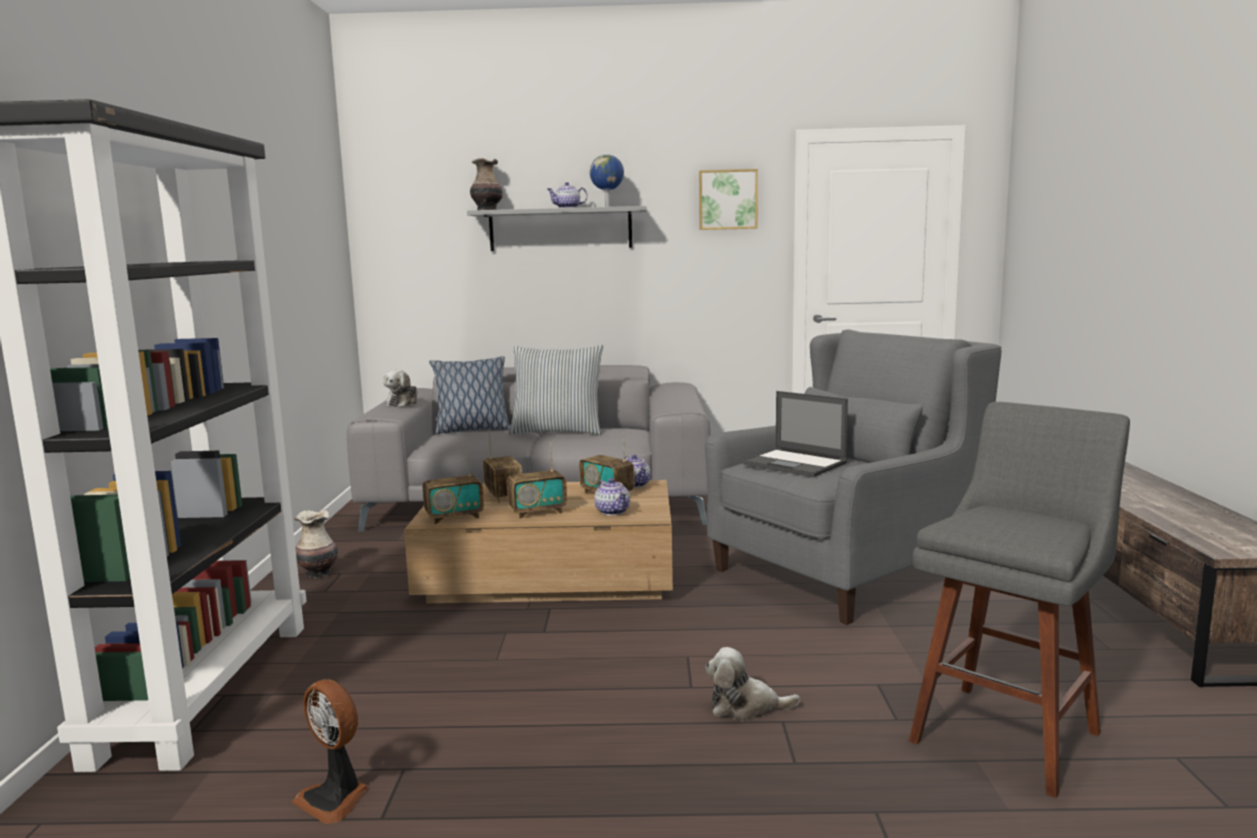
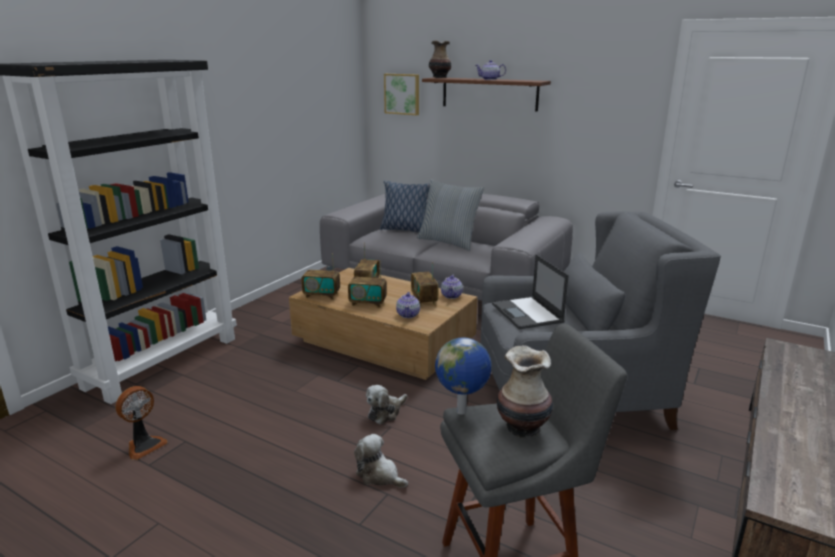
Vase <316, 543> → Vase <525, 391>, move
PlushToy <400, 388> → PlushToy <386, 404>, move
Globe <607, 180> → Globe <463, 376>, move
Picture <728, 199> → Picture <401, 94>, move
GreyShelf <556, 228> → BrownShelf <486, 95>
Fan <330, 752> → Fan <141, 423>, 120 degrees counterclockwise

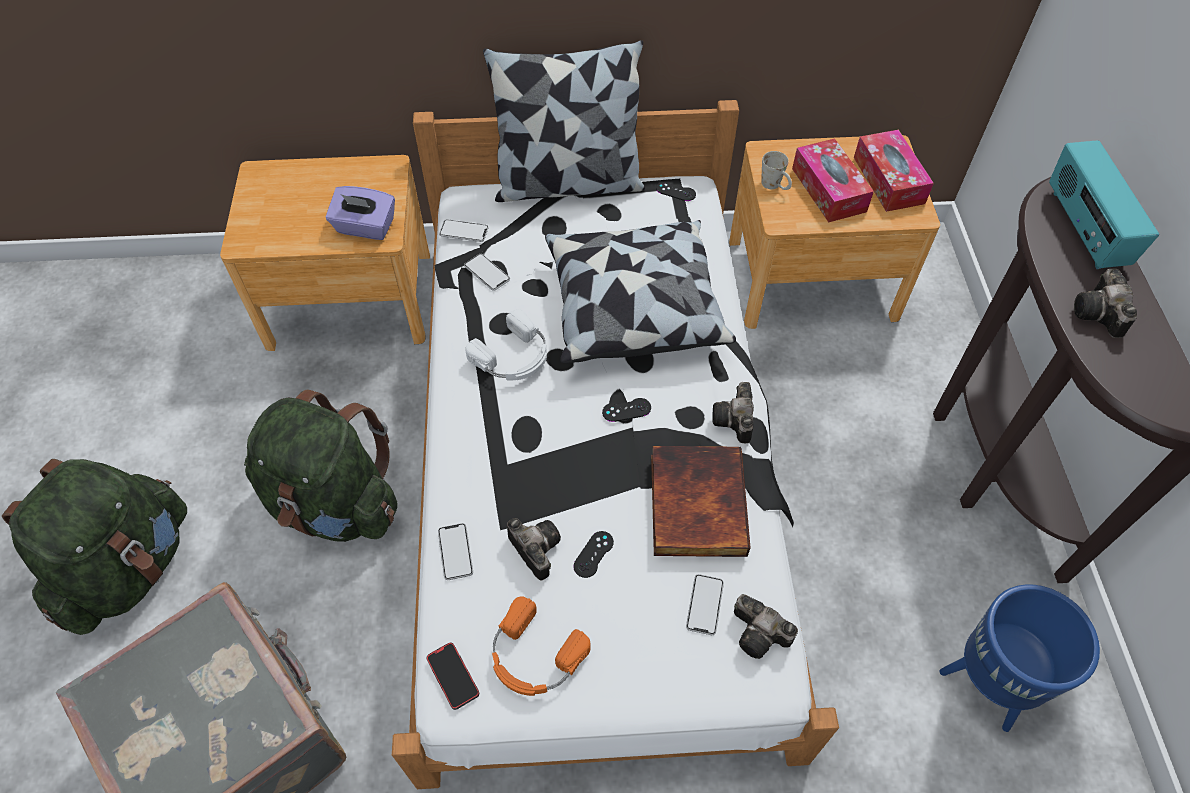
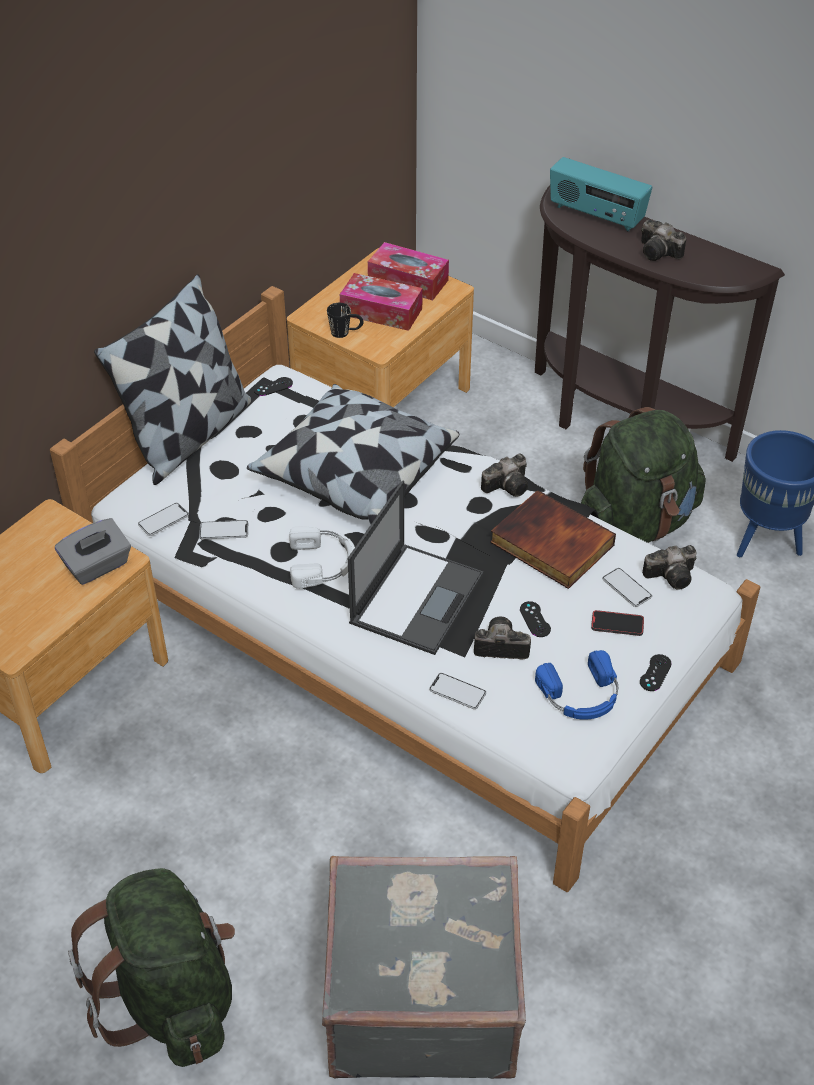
- → Laptop <415, 568>
GreenBackpack <321, 466> → GreenBackpack <643, 475>, move
Phone <453, 676> → Phone <617, 623>, move
BlackGameController <626, 410> → BlackGameController <655, 672>, move
PurpleTissueBox <360, 213> → GreyTissueBox <93, 551>
OrangeHeadphones <541, 646> → BlueHeadphones <576, 685>
WhiteMug <776, 170> → BlackMug <345, 320>
PhotoCamera <733, 412> → PhotoCamera <504, 475>, 75 degrees counterclockwise

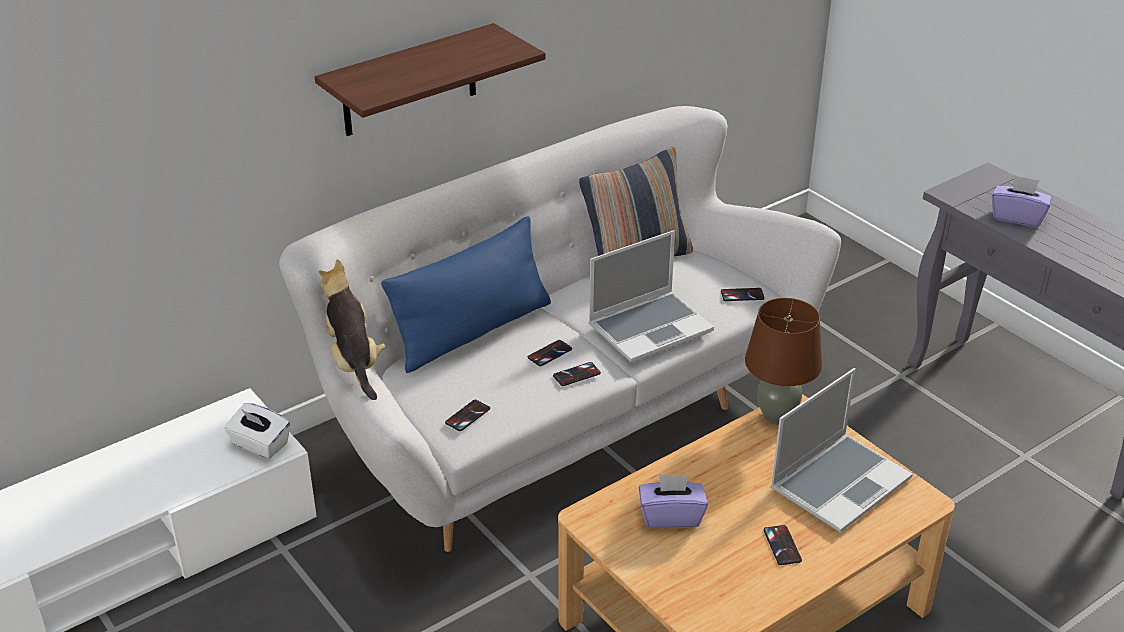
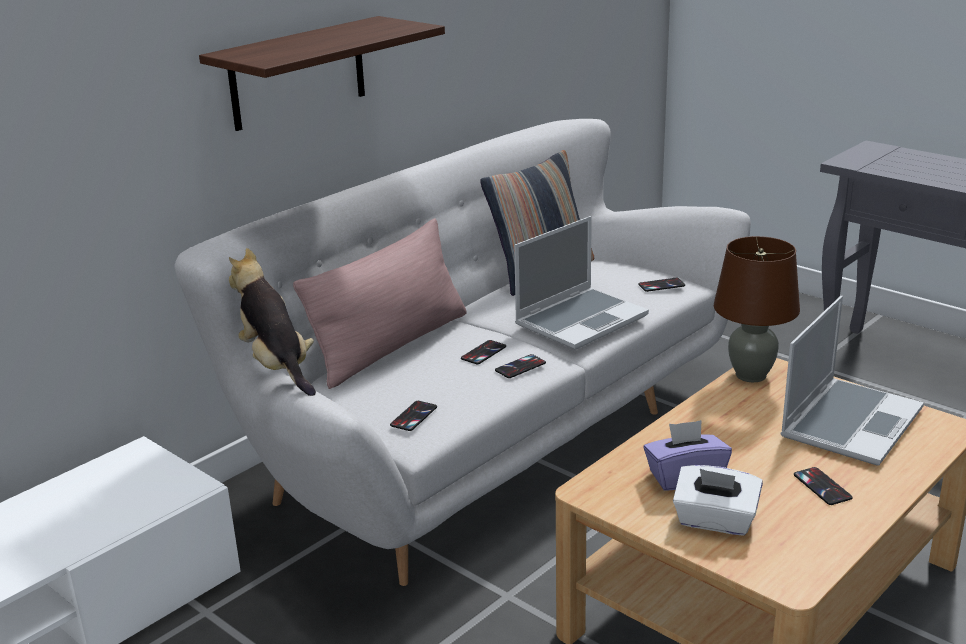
PurpleTissueBox <1022, 201> → -
WhiteTissueBox <257, 431> → WhiteTissueBox <718, 500>, move
BluePillow <466, 294> → PinkPillow <380, 303>

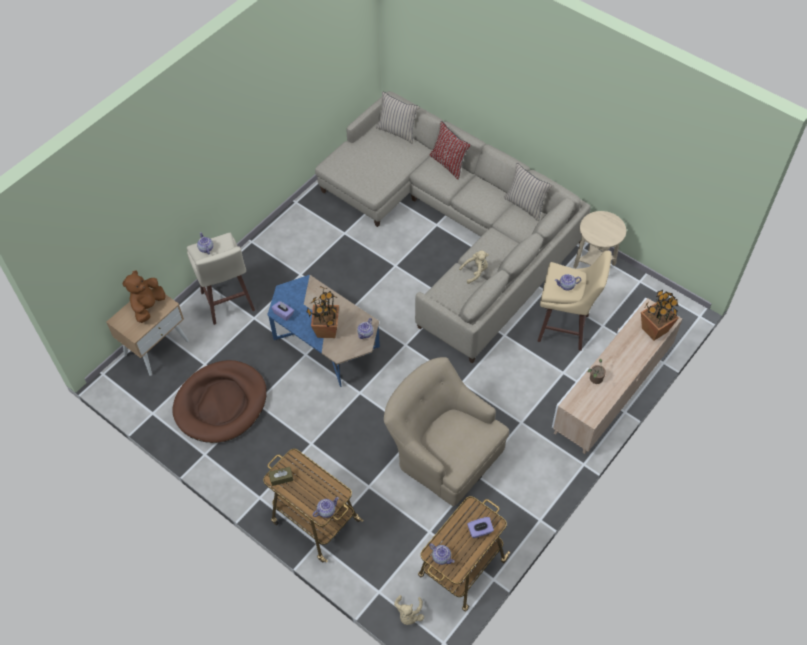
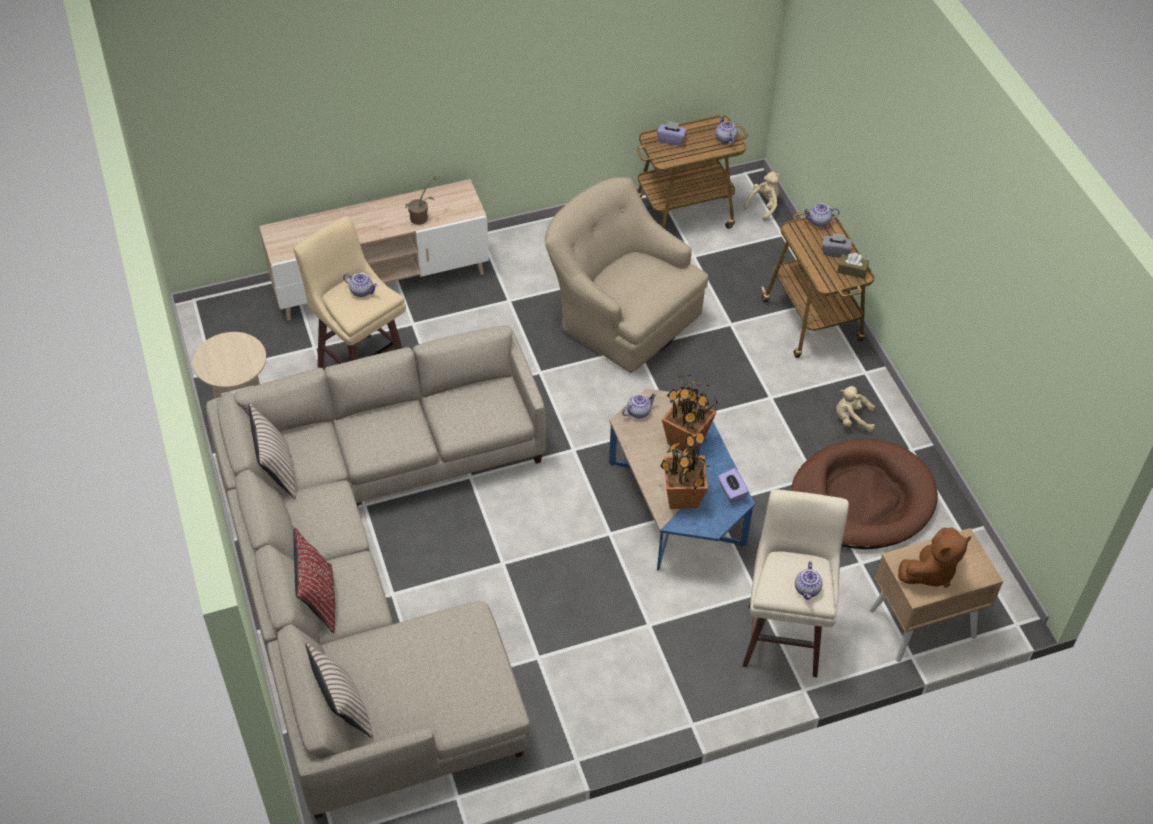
- → GreyTissueBox <837, 245>
BeigePlushToy <474, 267> → BeigePlushToy <855, 409>, move
PottedPlant <660, 315> → PottedPlant <685, 467>, move
BeigeArmchair <446, 431> → BeigeArmchair <626, 275>, 150 degrees clockwise

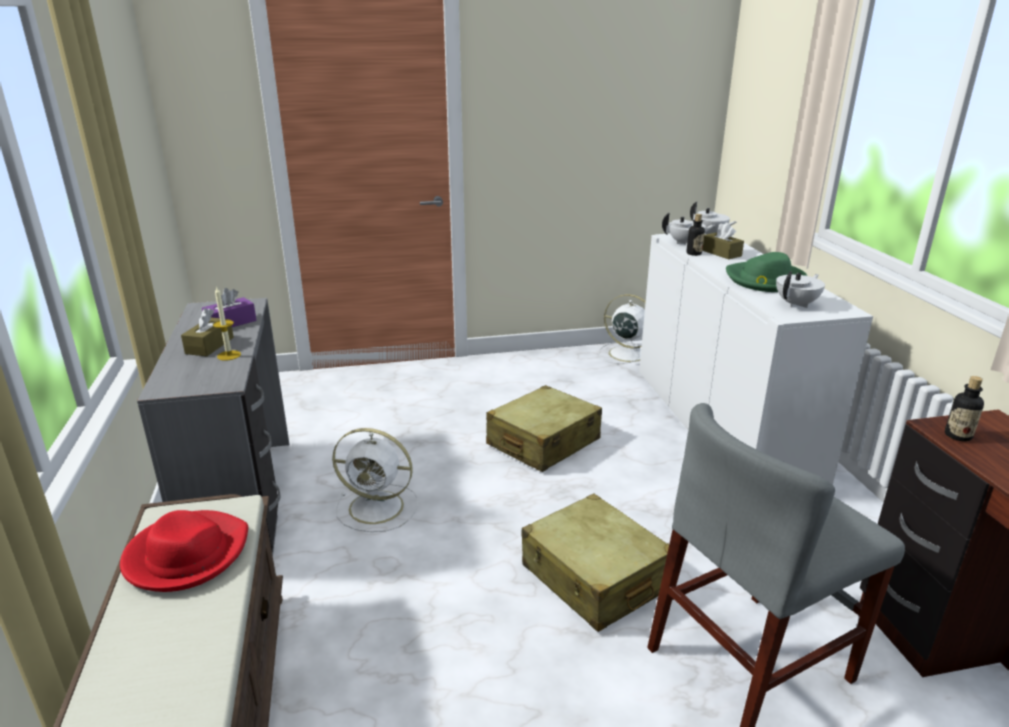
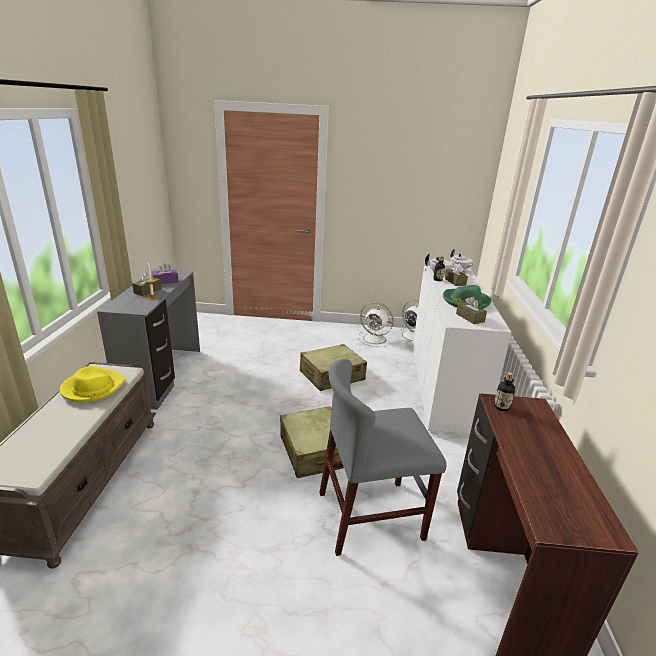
WhiteFan <375, 480> → WhiteFan <376, 324>, move
WhiteTeapot <800, 289> → BrownTissueBox <471, 310>
RedHat <184, 551> → YellowHat <92, 384>

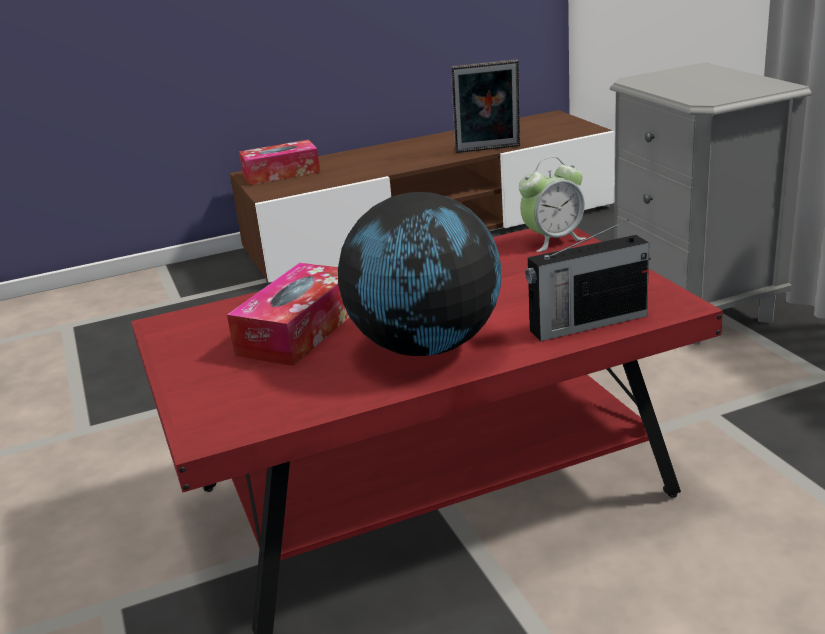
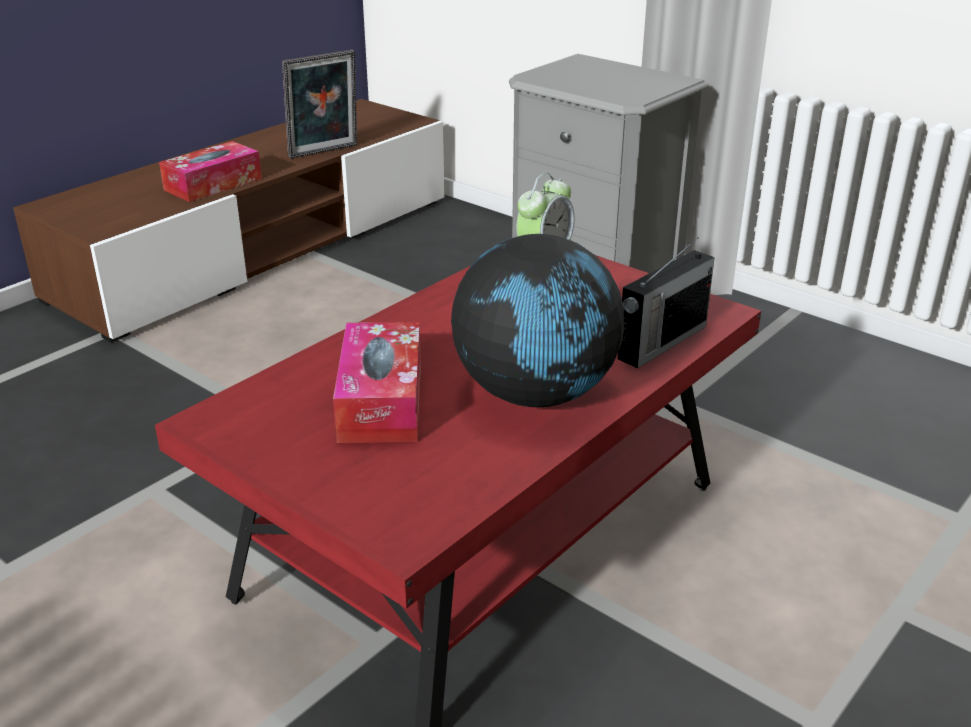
TissueBox <279, 162> → TissueBox <210, 171>, move

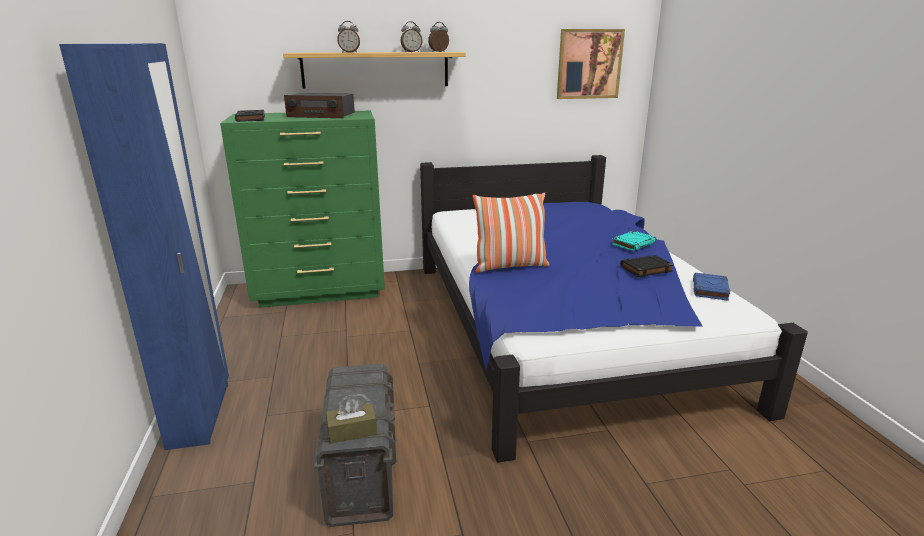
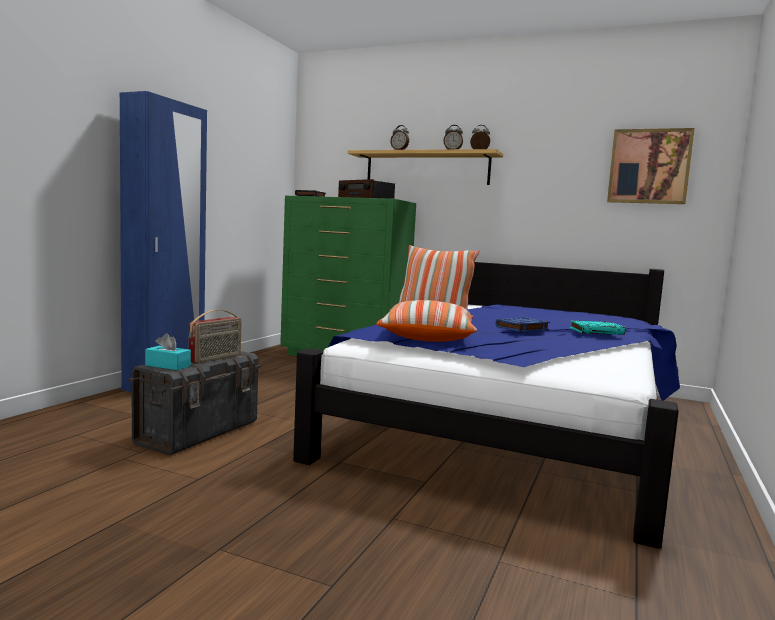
BlackBook <647, 266> → -
- → Radio <215, 337>
- → Pillow <426, 321>
BlueBook <711, 287> → BlueBook <522, 324>, move
BrownTissueBox <351, 421> → TurquoiseTissueBox <168, 351>

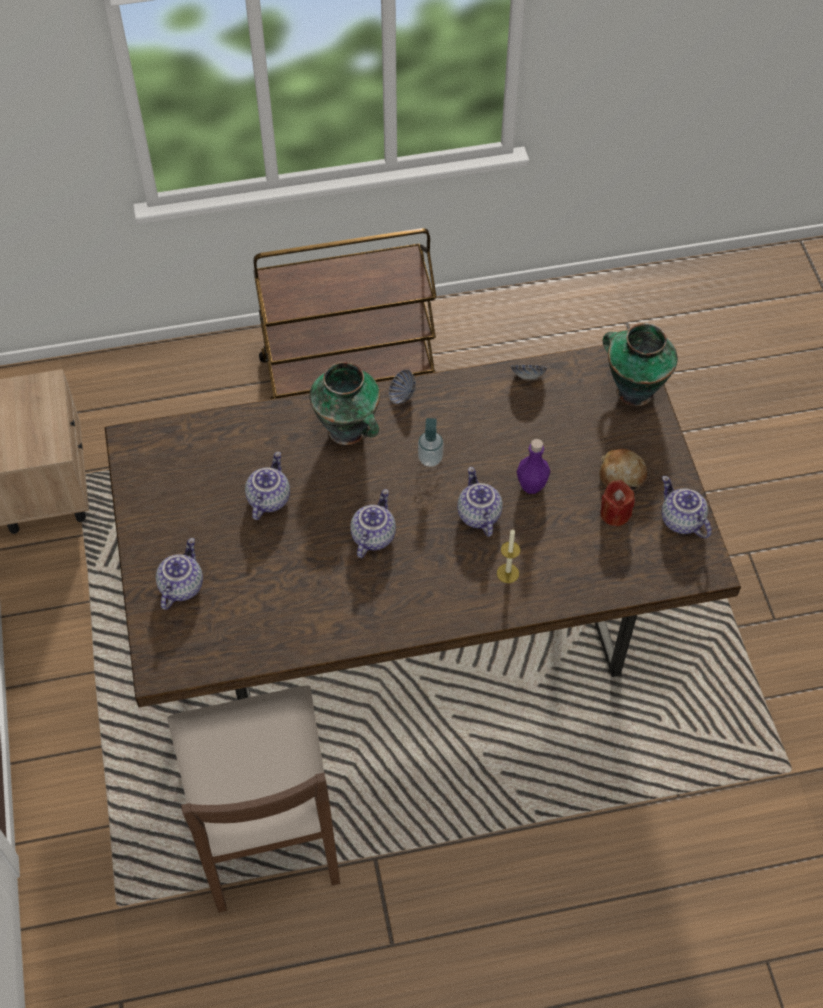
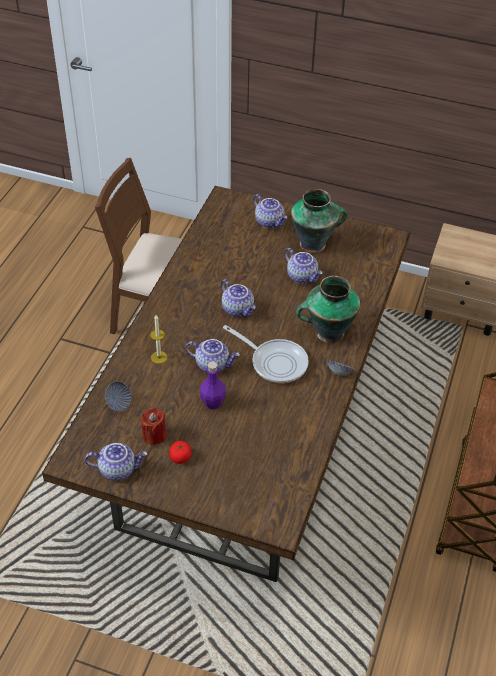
Bowl <529, 373> → Bowl <118, 396>, move
Vase <640, 364> → Vase <319, 221>, move
SoapDispenser <431, 442> → FryingPan <266, 354>
Bread <623, 470> → Tomato <180, 452>

